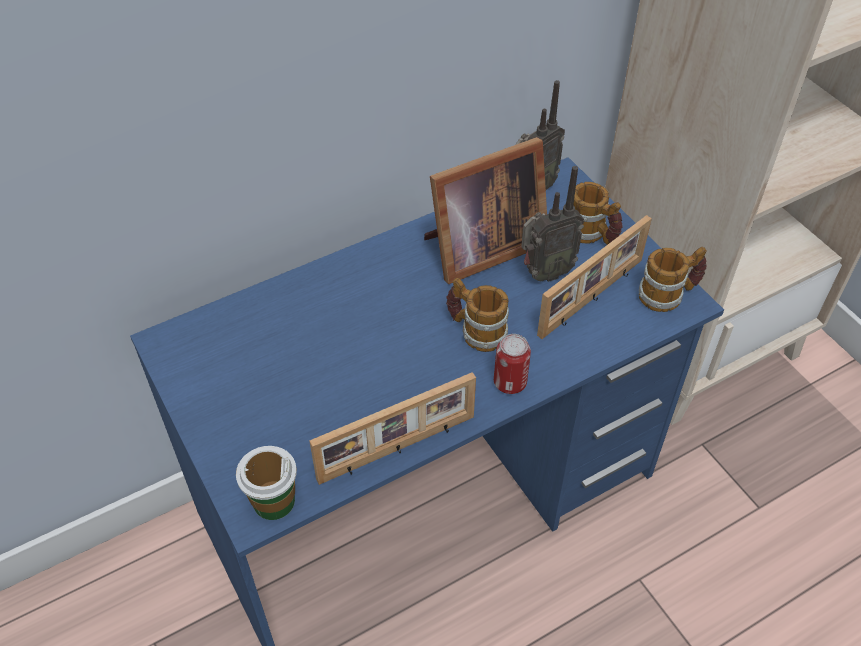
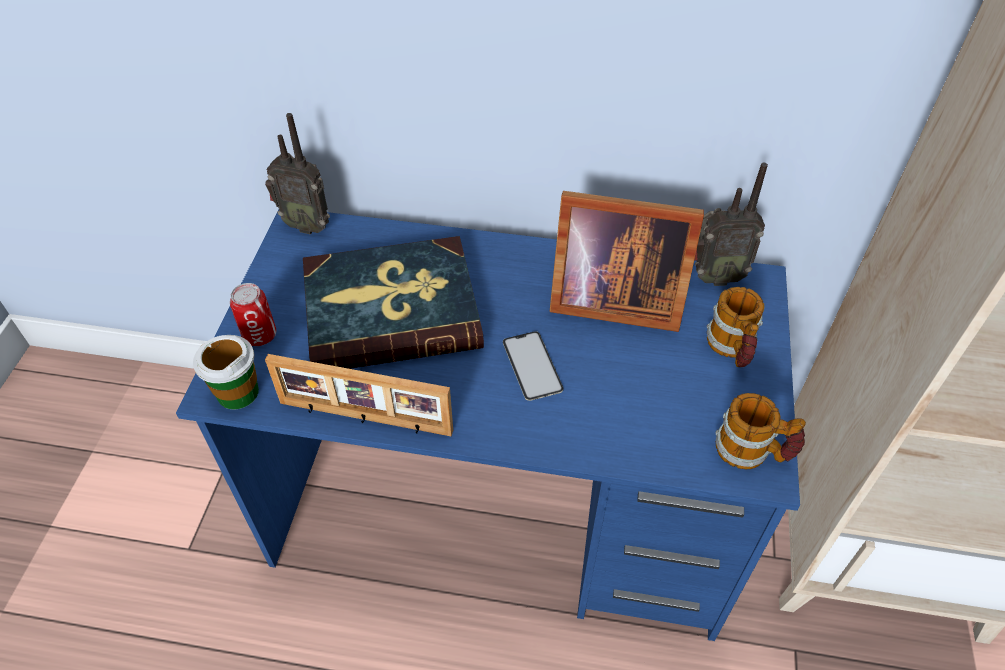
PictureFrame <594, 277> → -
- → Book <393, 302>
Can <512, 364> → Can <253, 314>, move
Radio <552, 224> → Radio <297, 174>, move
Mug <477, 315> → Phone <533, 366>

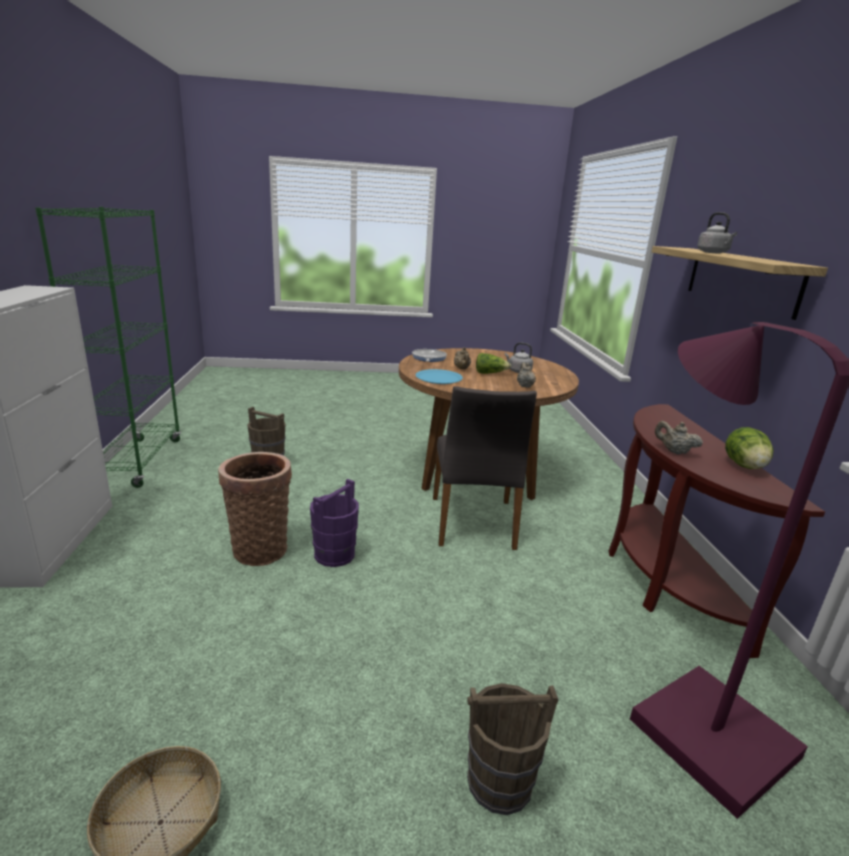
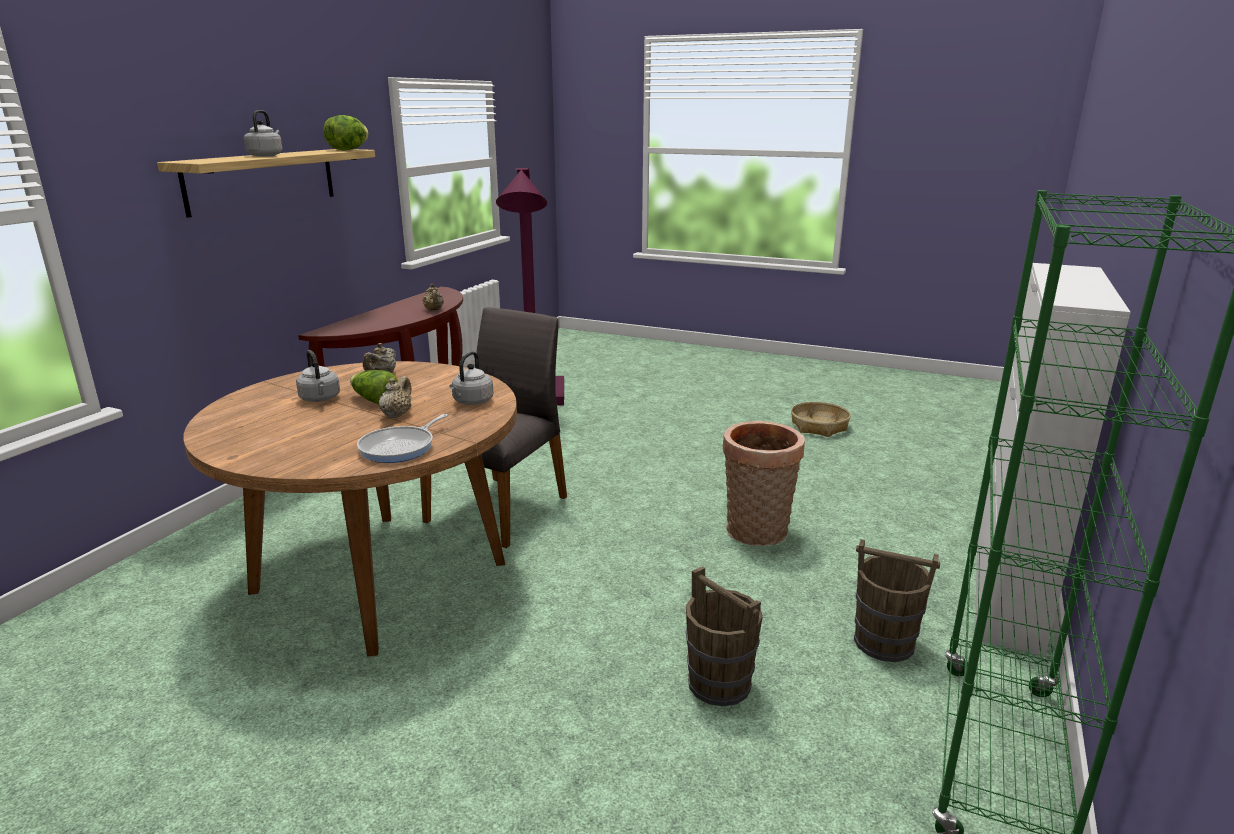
PurpleBucket <334, 523> → -
BrownBucket <512, 749> → BrownBucket <897, 600>, move
Lettuce <749, 448> → Lettuce <346, 133>, move
BluePlate <439, 376> → GreyKettle <471, 378>

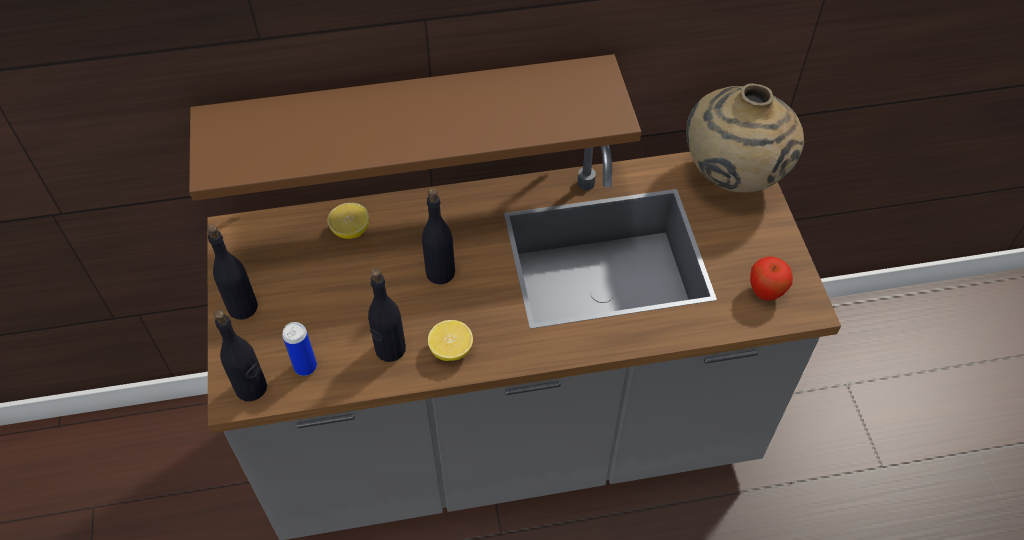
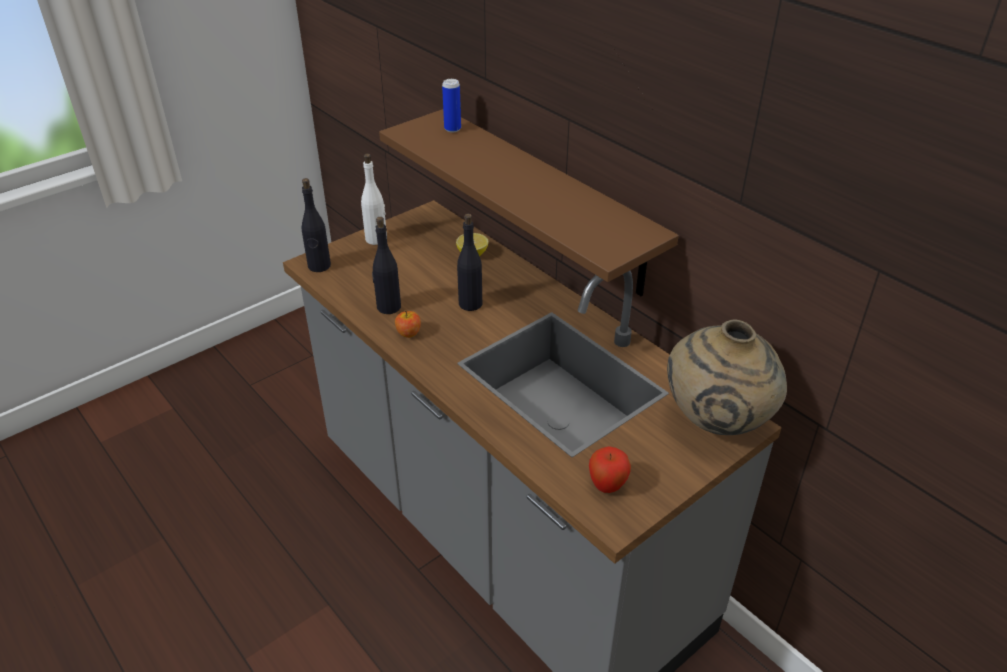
Can <299, 349> → Can <451, 105>, move
Lemon <450, 340> → Apple <408, 324>
BlackBottle <232, 272> → WhiteBottle <374, 199>

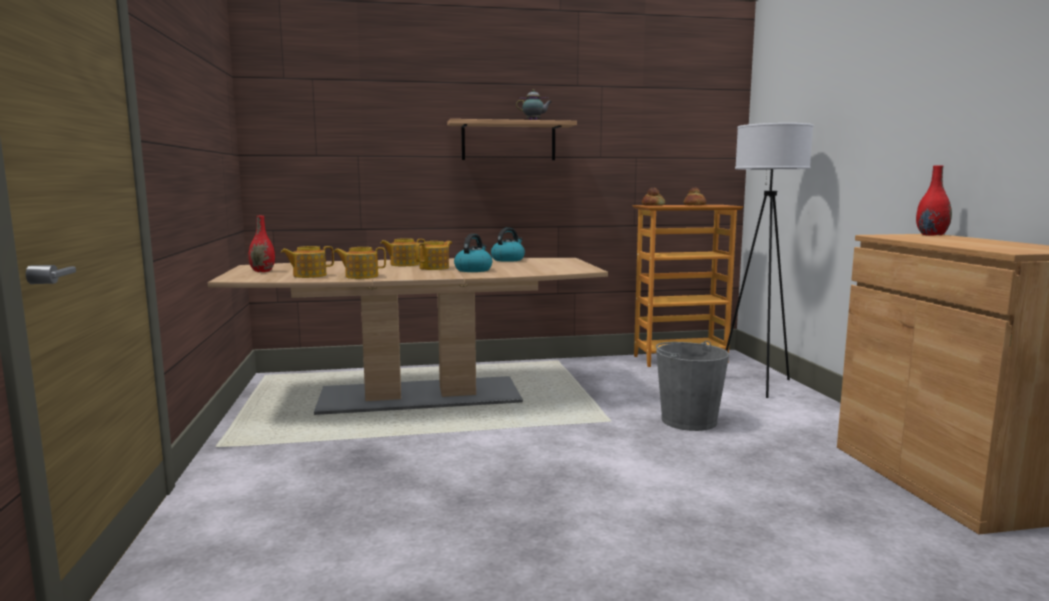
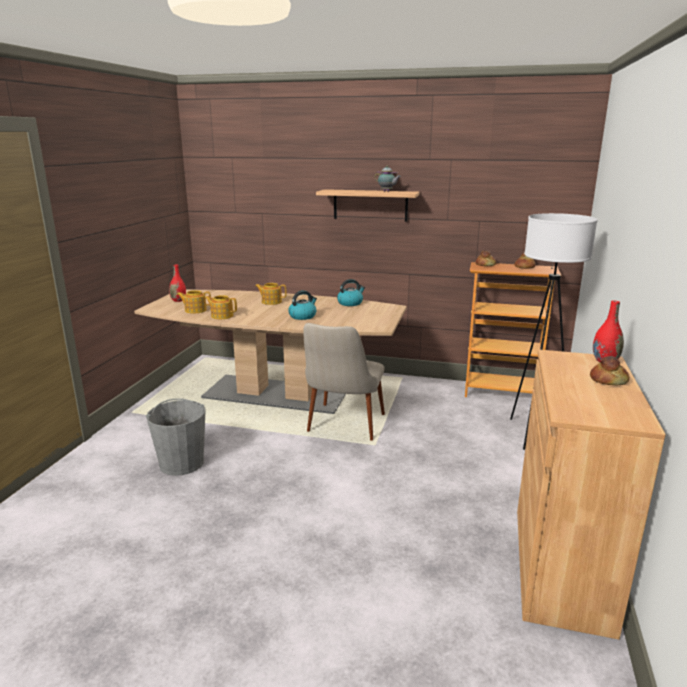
Teapot <433, 255> → -
- → BeigeChair <344, 382>
- → Bread <609, 370>
GreyBucket <692, 386> → GreyBucket <176, 437>, move

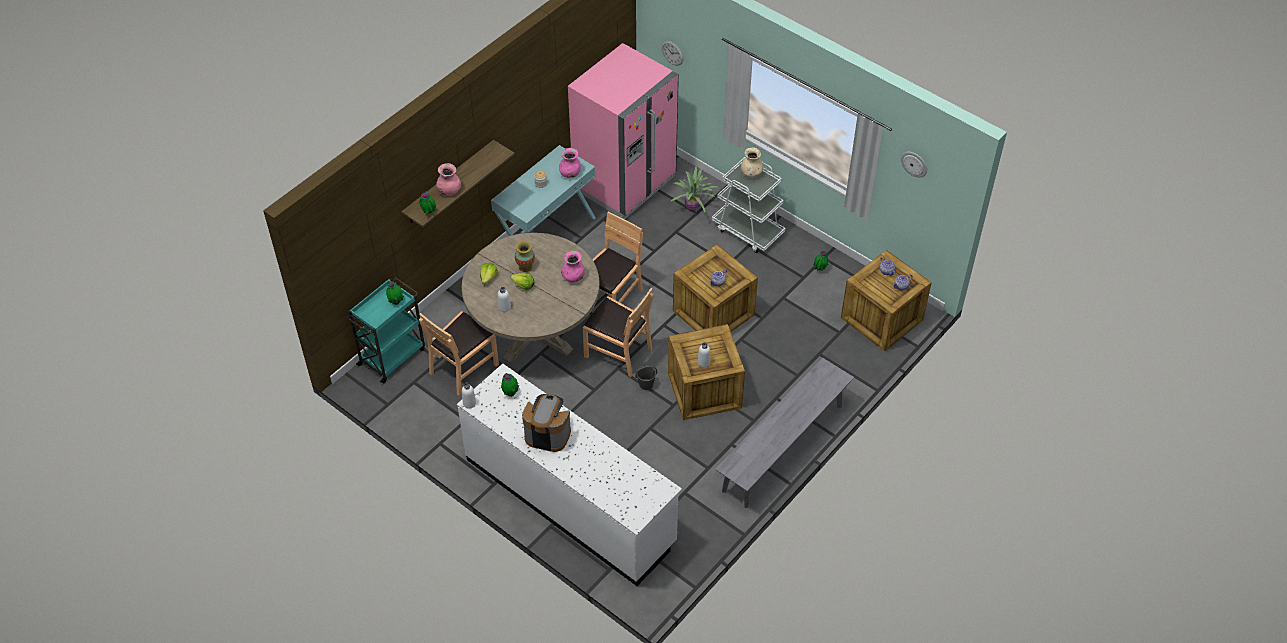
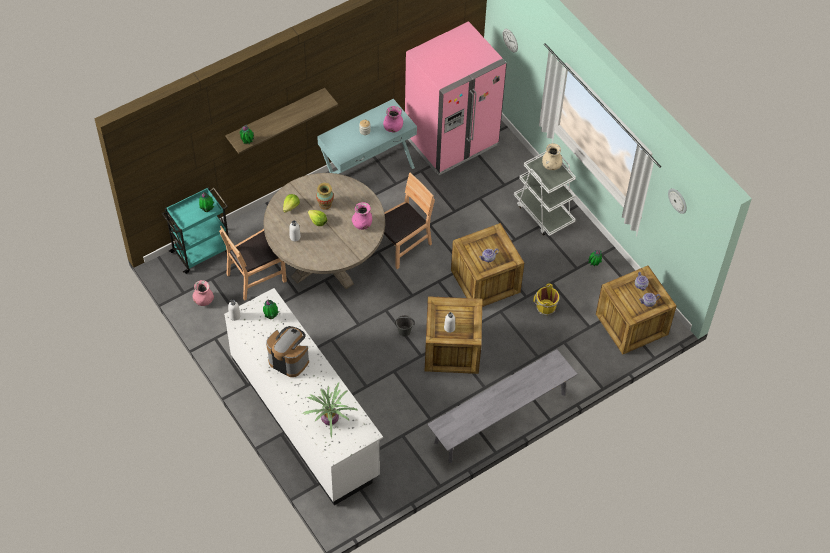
BrownChair <618, 332> → -
- → YellowBucket <546, 300>
PinkVase <448, 179> → PinkVase <203, 293>, move
PottedPlant <694, 189> → PottedPlant <330, 410>, move

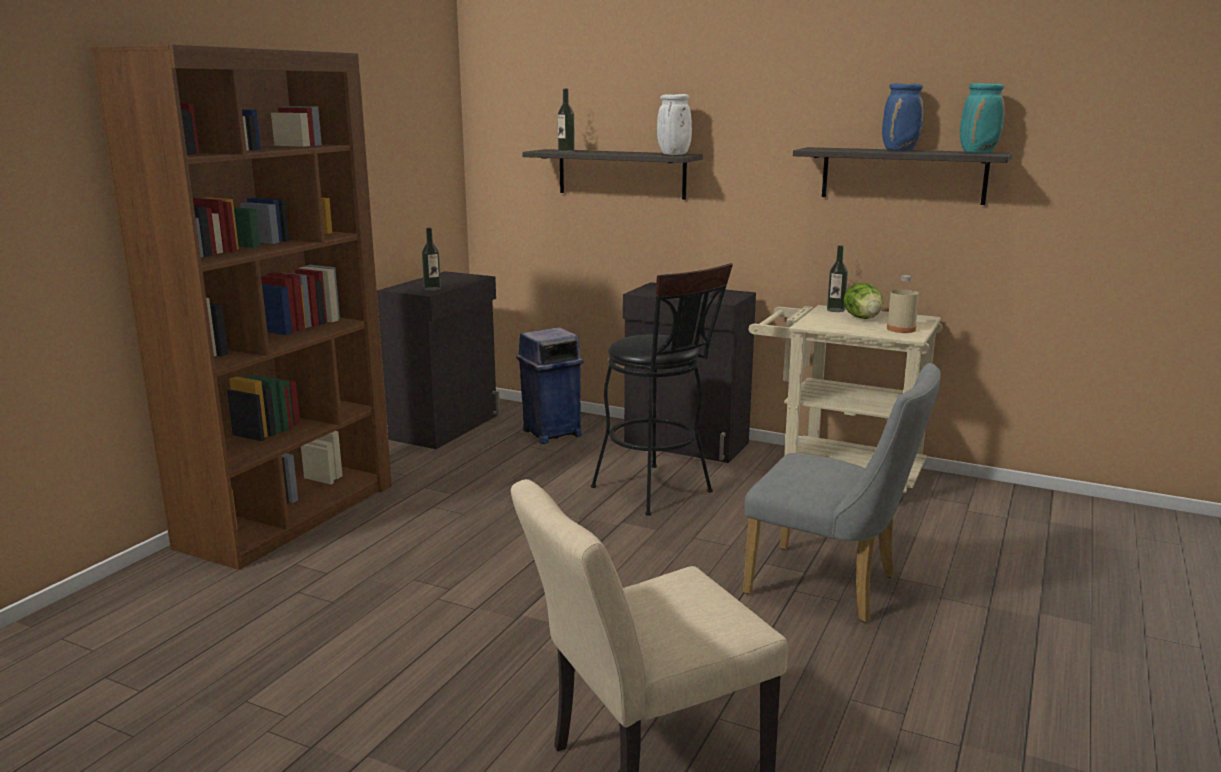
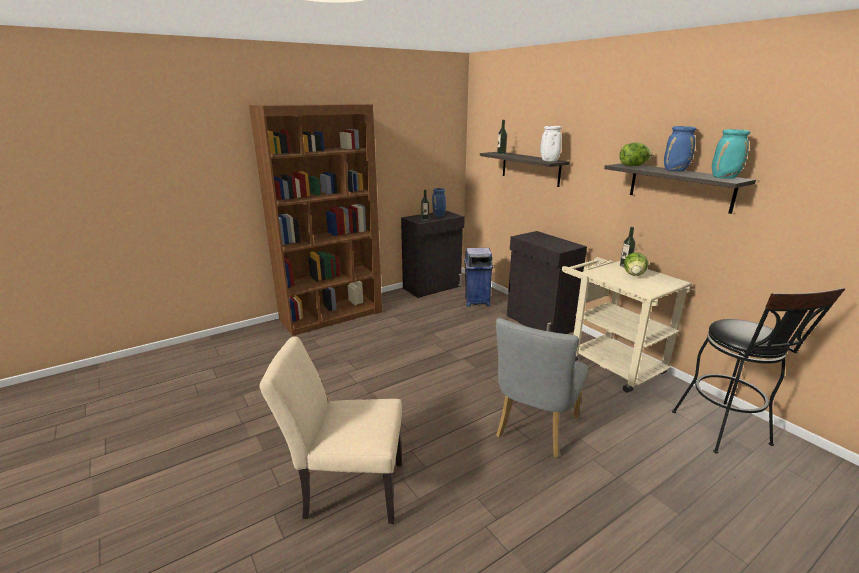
BeigeBottle <903, 304> → -
- → BlueVase <439, 202>
- → Lettuce <636, 154>
BlackStool <662, 389> → BlackStool <758, 370>, move
GreyChair <842, 492> → GreyChair <542, 387>, 60 degrees clockwise

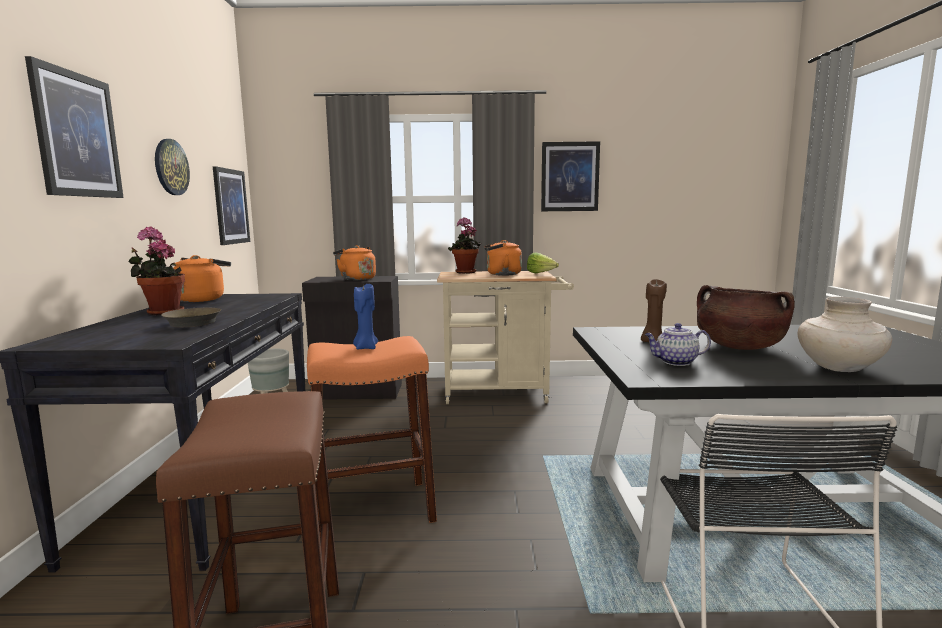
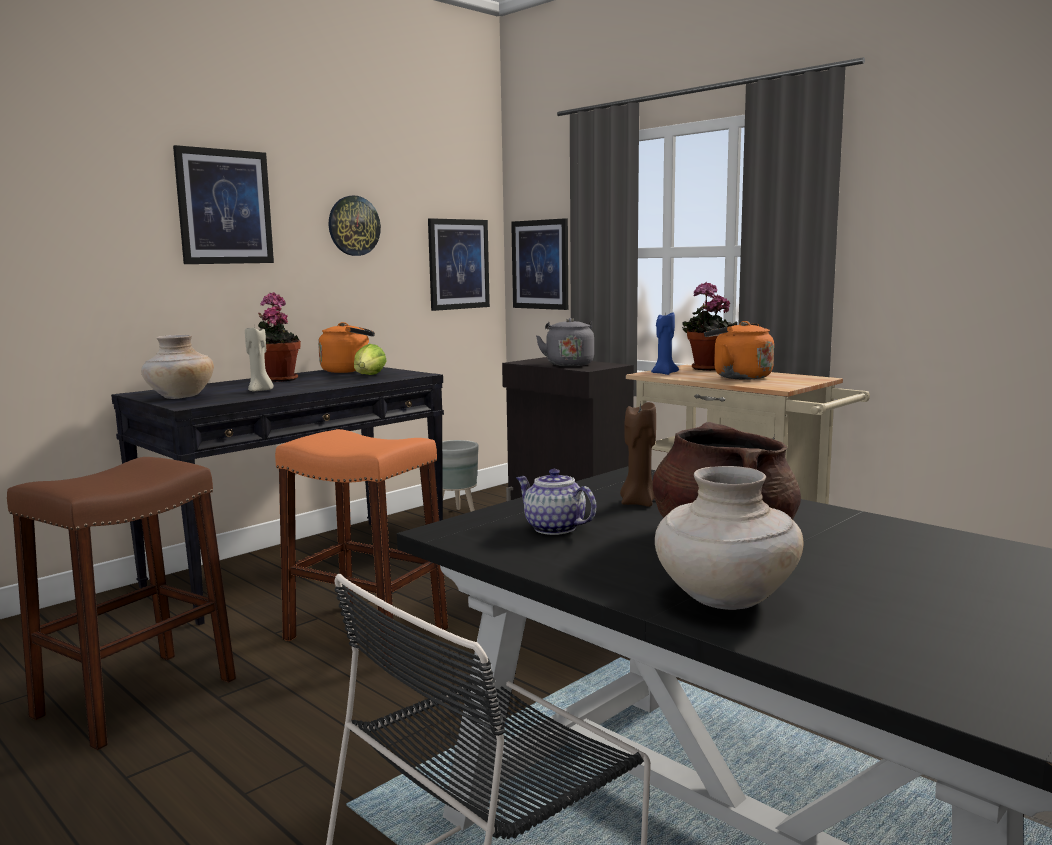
- → BeigeVase <177, 367>
BlueCandle <365, 317> → BlueCandle <665, 343>, move
Lettuce <543, 262> → Lettuce <370, 359>, move
Picture <570, 176> → Picture <539, 264>, move
BrownFryingPan <191, 317> → BeigeCandle <259, 359>
OrangeKettle <354, 262> → GreyKettle <565, 342>

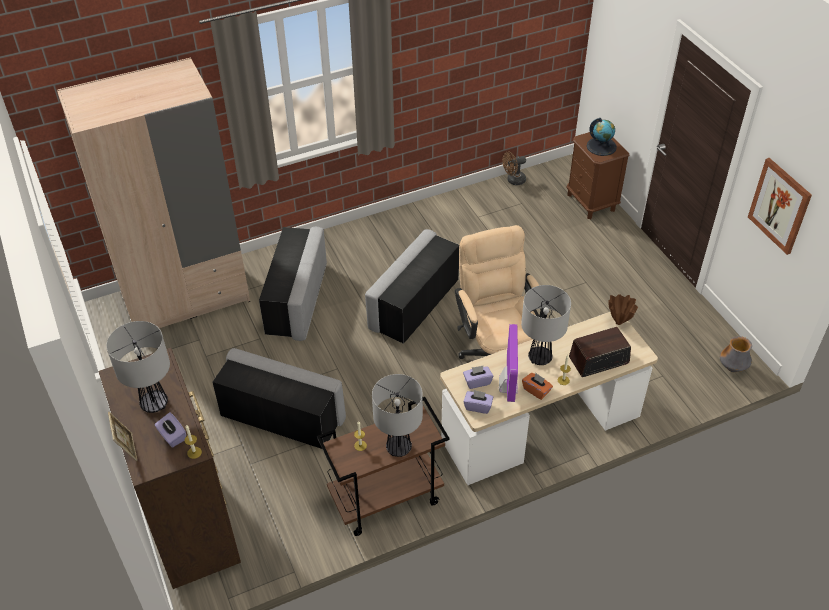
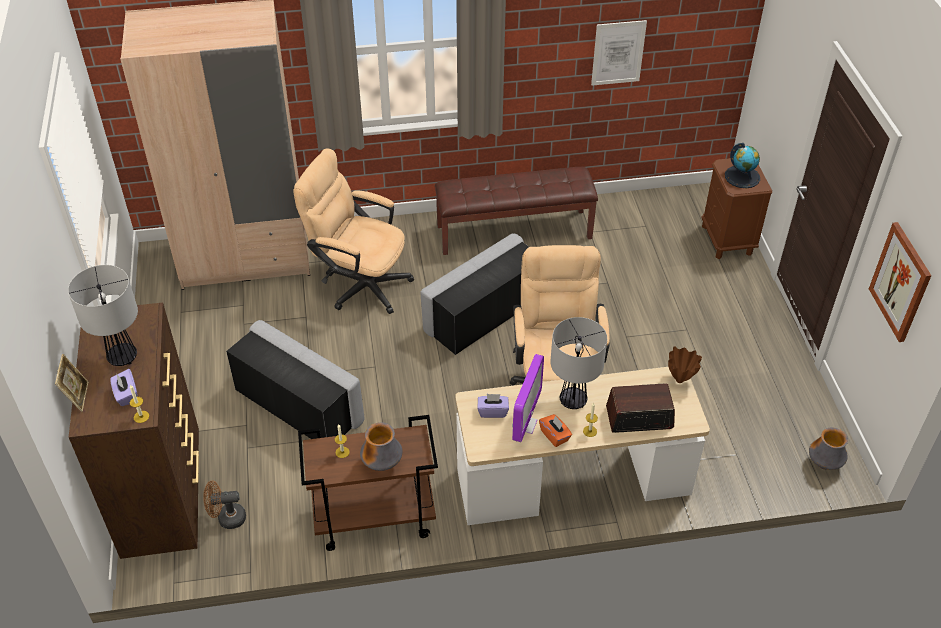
PurpleTissueBox <478, 402> → -
- → BrownBench <516, 211>
- → Picture <619, 53>
BrownFan <514, 168> → BrownFan <224, 505>, move
GreyOttoman <293, 284> → BeigeOfficeChair <353, 231>
TableLamp <397, 415> → Vase <381, 446>

